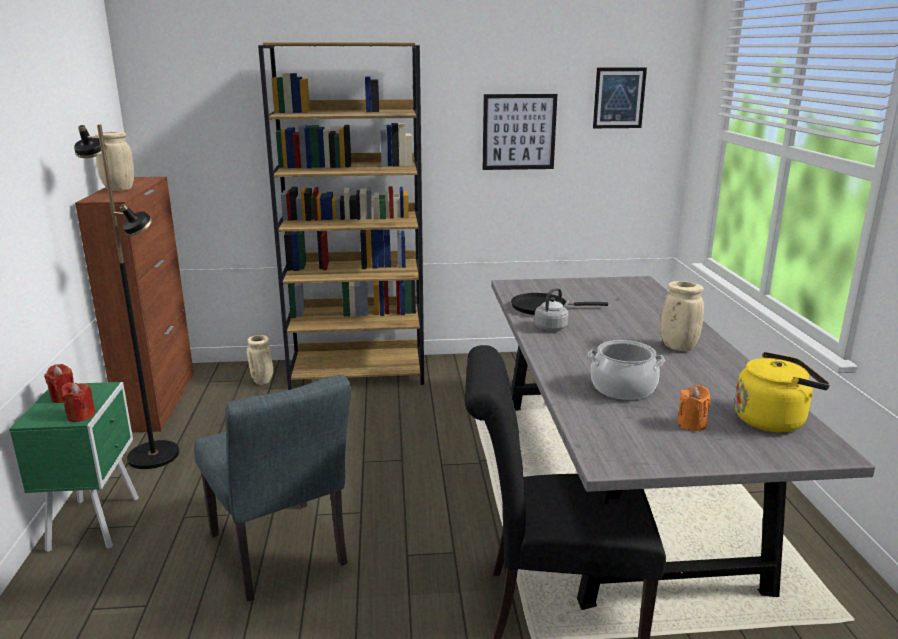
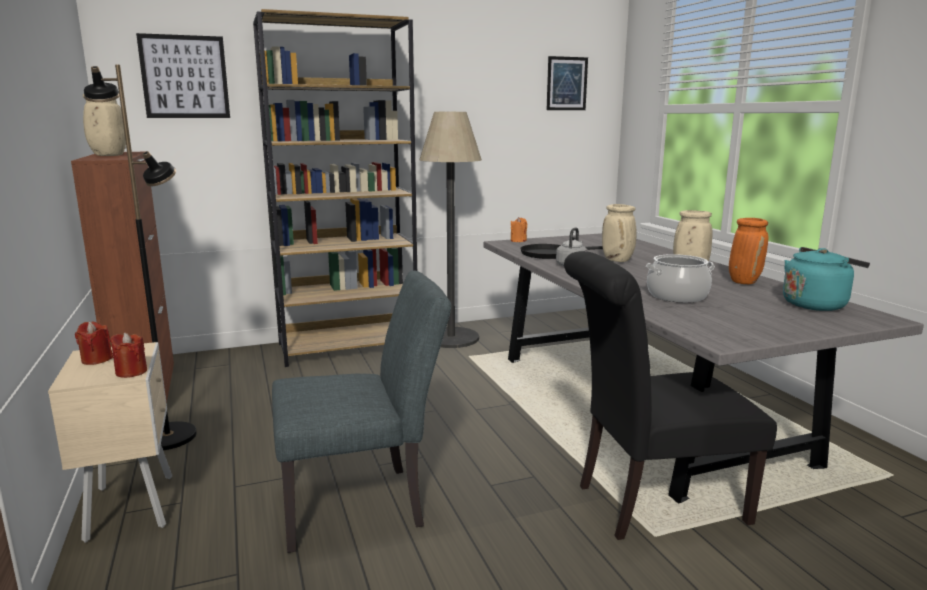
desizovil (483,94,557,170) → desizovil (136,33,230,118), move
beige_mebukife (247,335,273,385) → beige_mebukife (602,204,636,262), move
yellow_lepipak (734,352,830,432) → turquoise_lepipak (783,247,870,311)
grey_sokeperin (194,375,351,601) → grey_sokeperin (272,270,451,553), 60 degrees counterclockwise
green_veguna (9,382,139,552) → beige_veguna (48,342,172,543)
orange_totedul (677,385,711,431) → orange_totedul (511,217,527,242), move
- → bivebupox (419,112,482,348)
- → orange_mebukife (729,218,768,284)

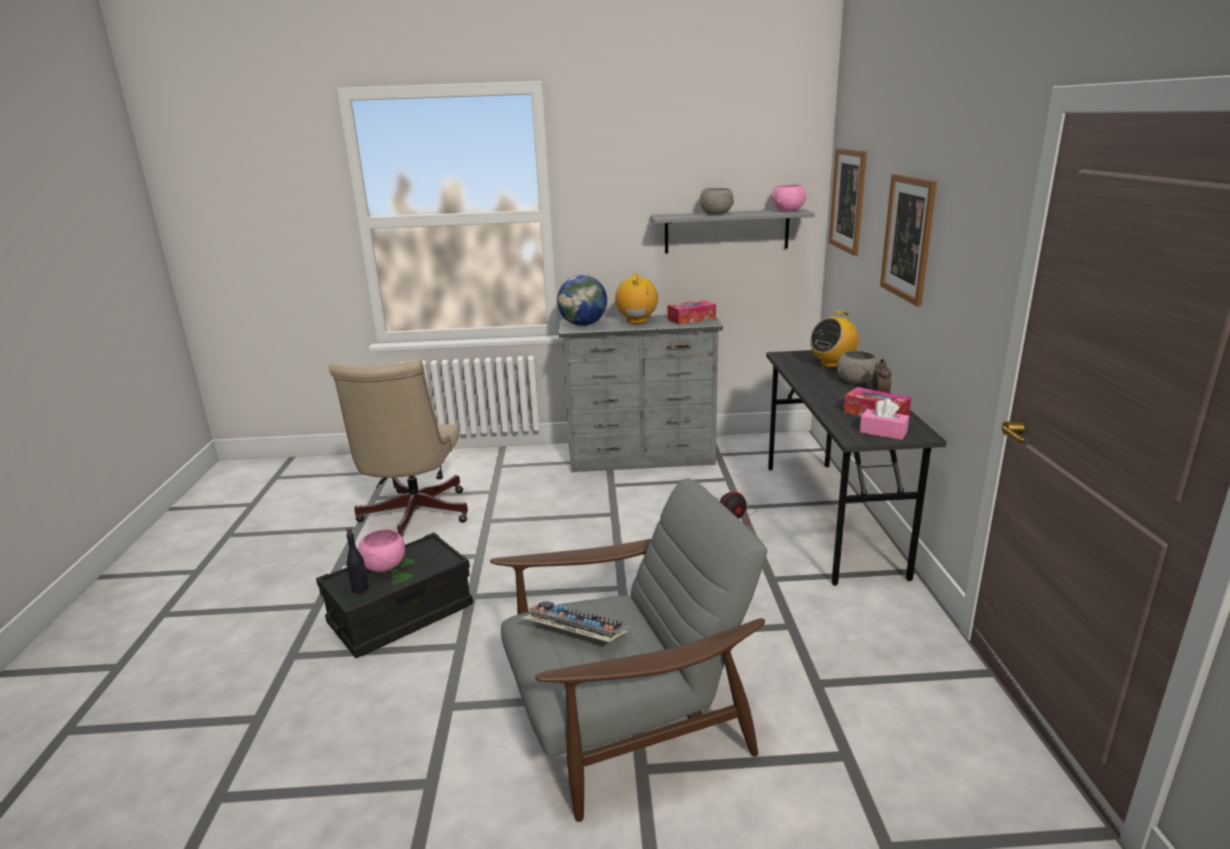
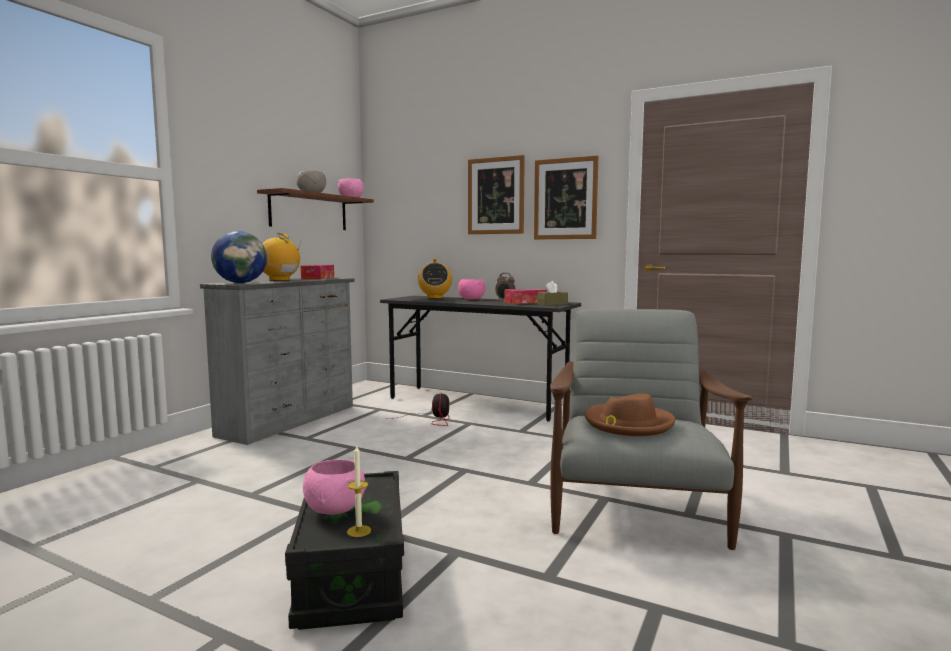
desizovil (829,148,867,256) → desizovil (534,155,598,239), move
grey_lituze (650,209,815,254) → brown_lituze (257,188,374,230)
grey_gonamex (837,351,877,384) → pink_gonamex (458,279,486,299)
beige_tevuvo (329,359,468,538) → -
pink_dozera (860,399,909,440) → brown_dozera (537,281,568,306)
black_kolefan (346,528,369,594) → totedul (347,444,371,537)
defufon (522,601,629,642) → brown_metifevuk (585,394,675,436)

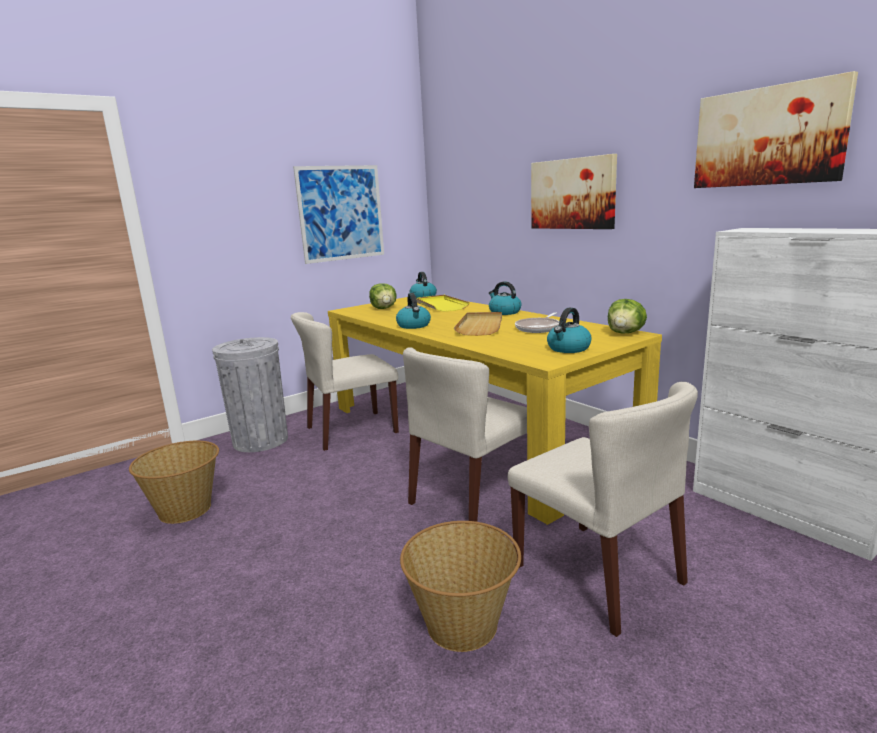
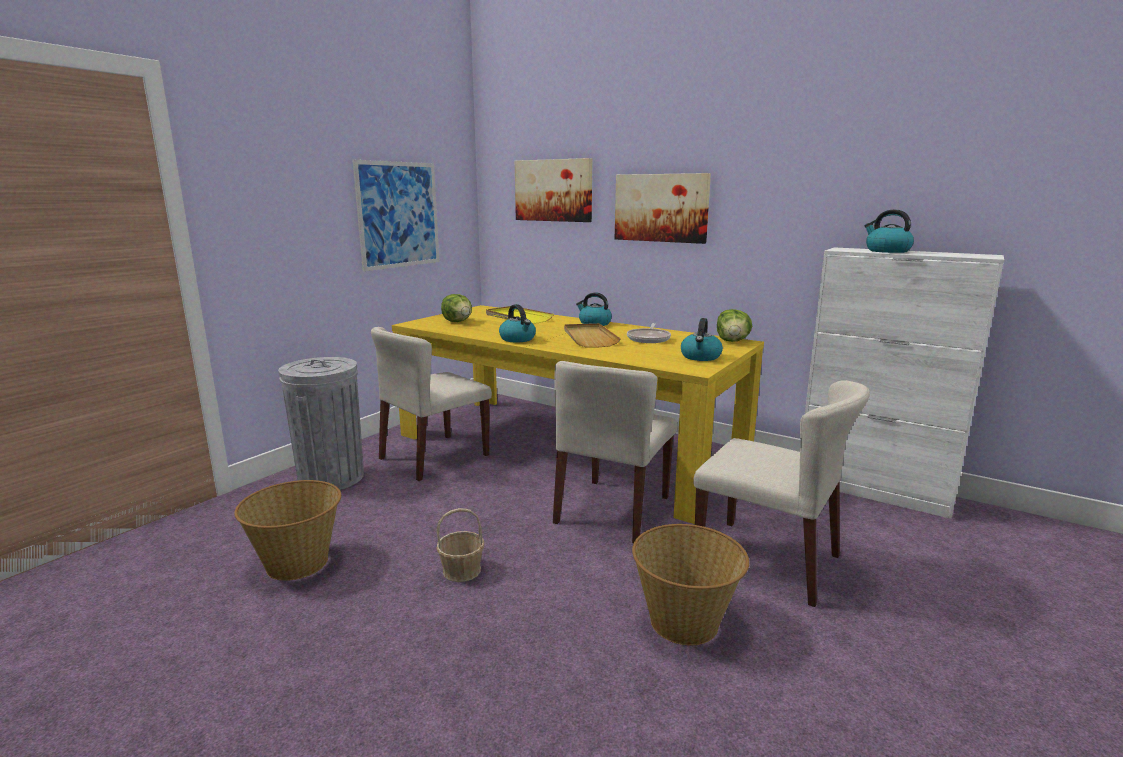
desizovil (694,71,858,188) → desizovil (515,158,592,222), move
lepipak (410,272,437,299) → lepipak (865,210,914,253), move
- → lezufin (436,508,484,582)

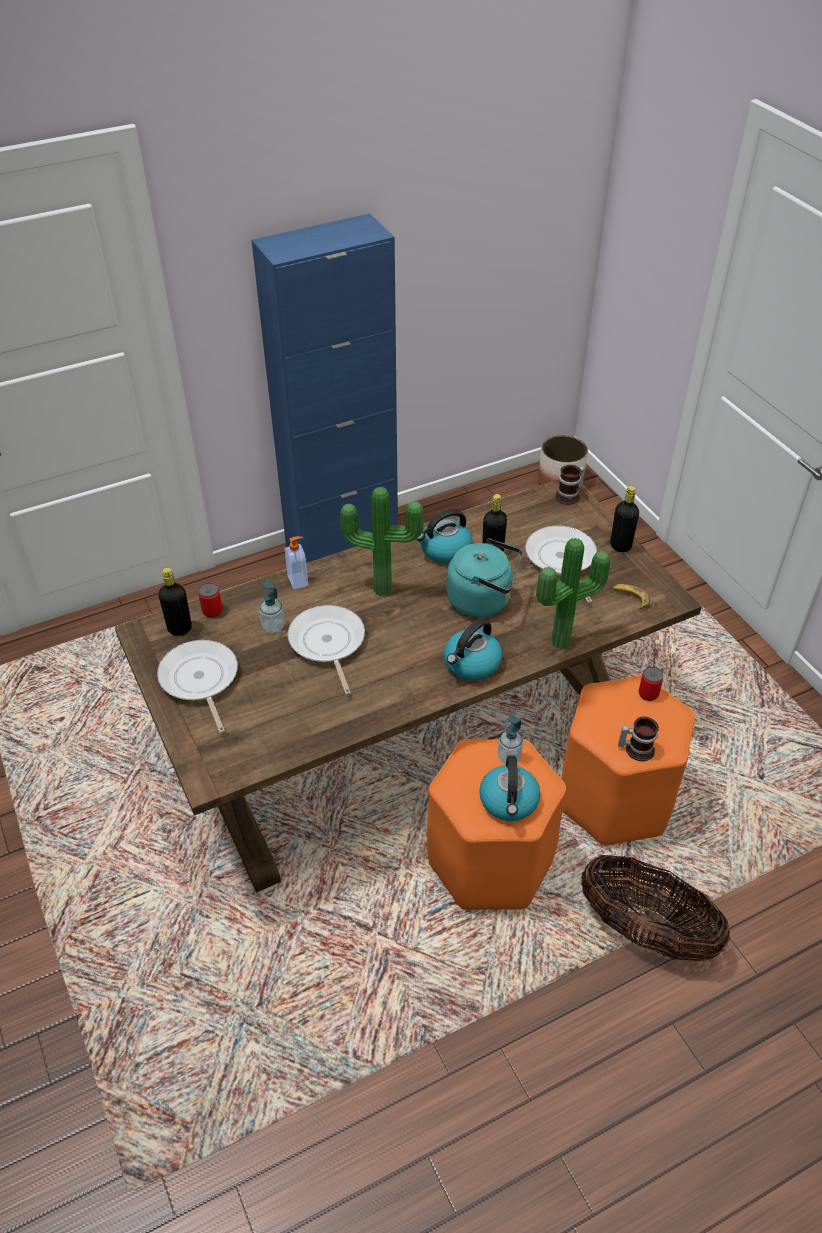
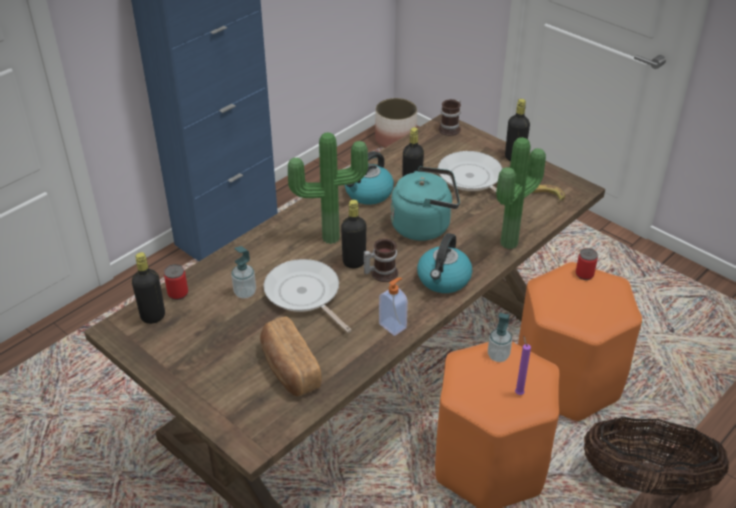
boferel (285,536,308,589) → boferel (379,278,408,336), move
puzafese (157,640,238,733) → -
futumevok (618,717,659,761) → futumevok (364,239,398,282), move
lepipak (479,755,540,821) → purple_totedul (515,336,531,395)
- → black_kolefan (341,200,366,268)
- → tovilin (260,316,322,396)

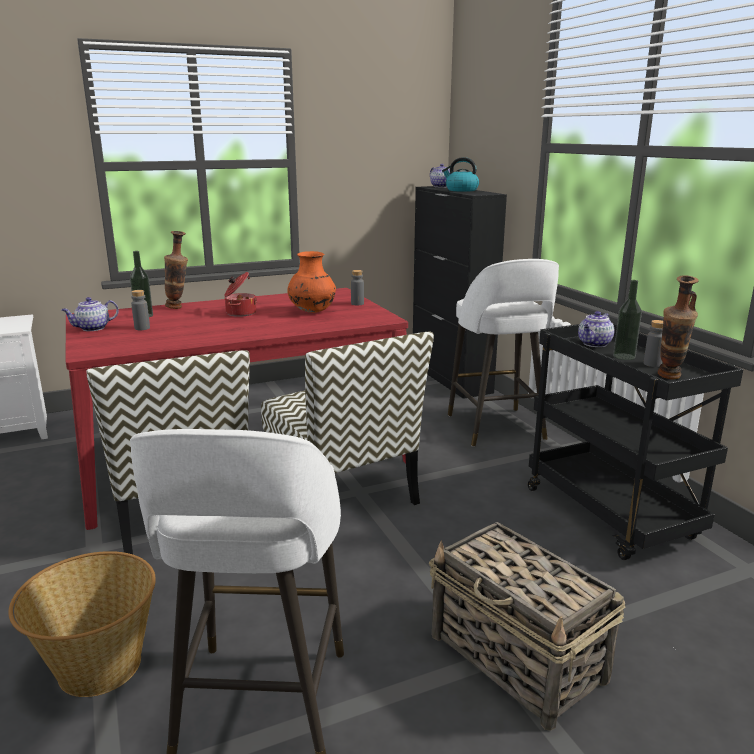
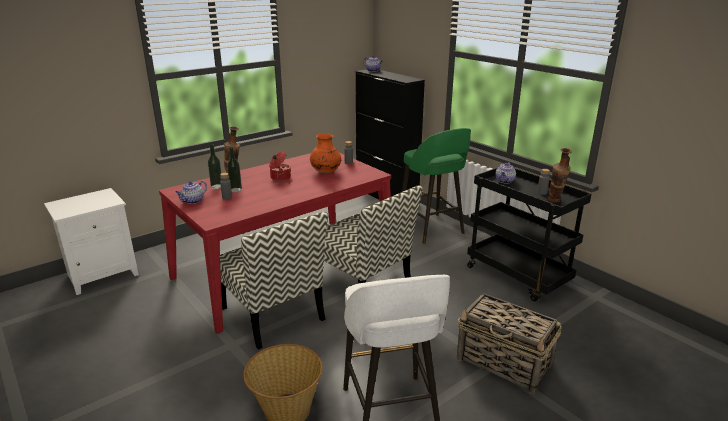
lepipak (442,157,479,192) → -
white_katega (448,259,559,447) → green_katega (402,128,471,244)
kolefan (613,280,642,360) → kolefan (227,147,242,193), move

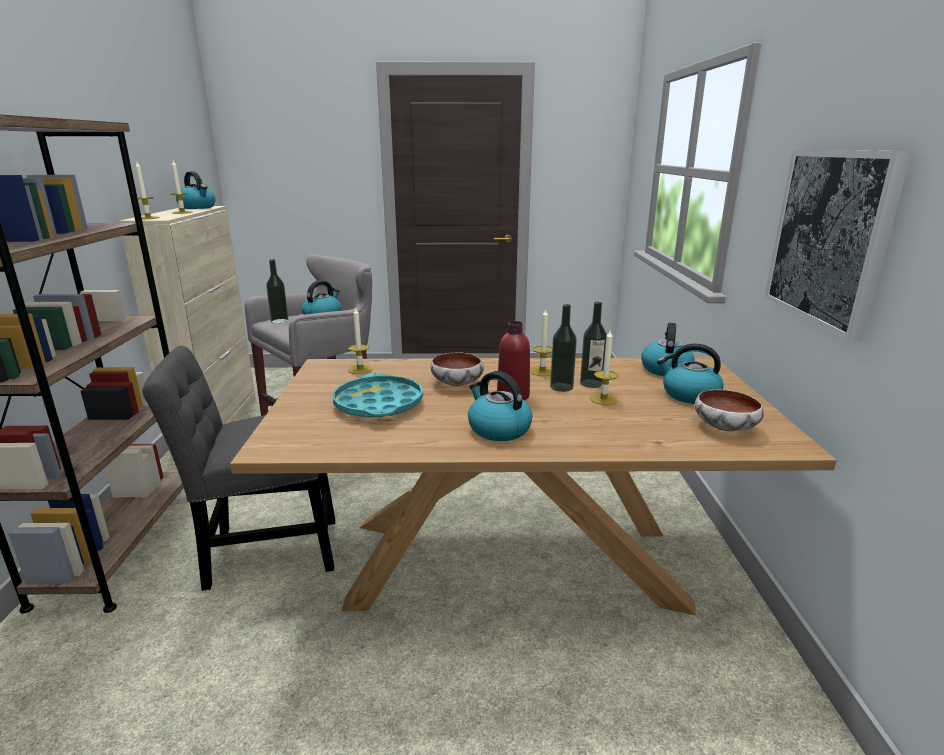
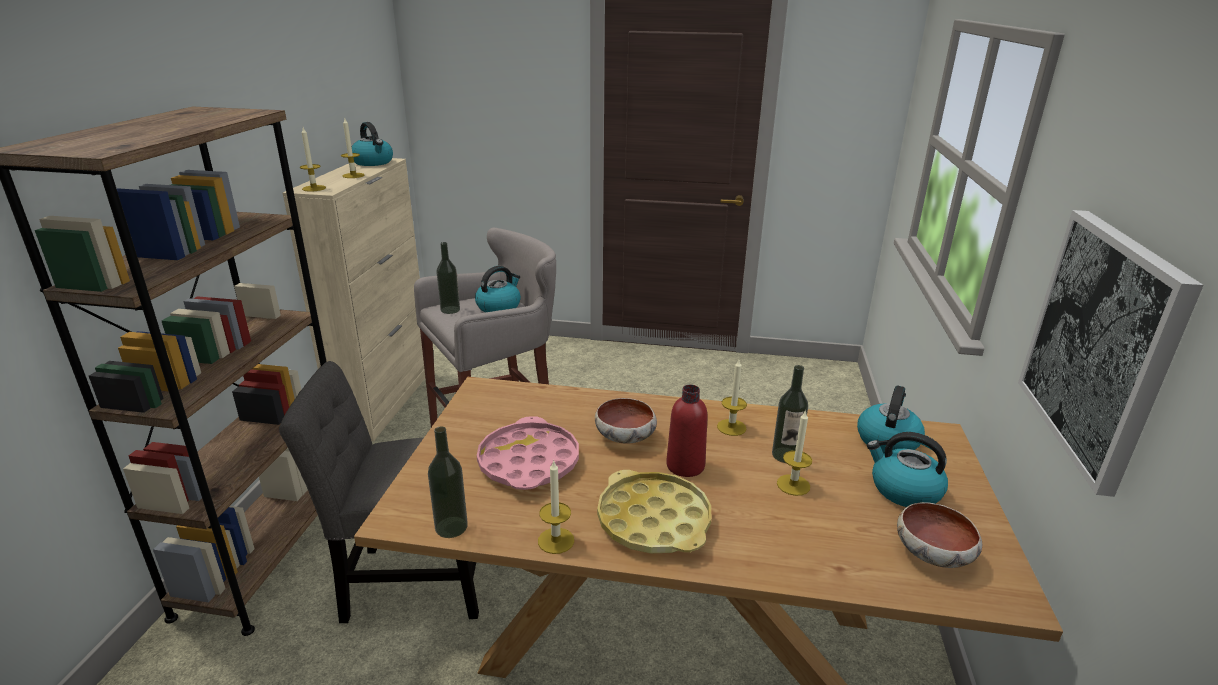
kolefan (550,304,577,392) → kolefan (428,426,468,538), move
totedul (348,307,372,374) → totedul (538,460,574,554), move
lepipak (468,371,532,441) → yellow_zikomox (597,470,711,553)
turquoise_zikomox (333,373,423,418) → pink_zikomox (477,416,579,490)

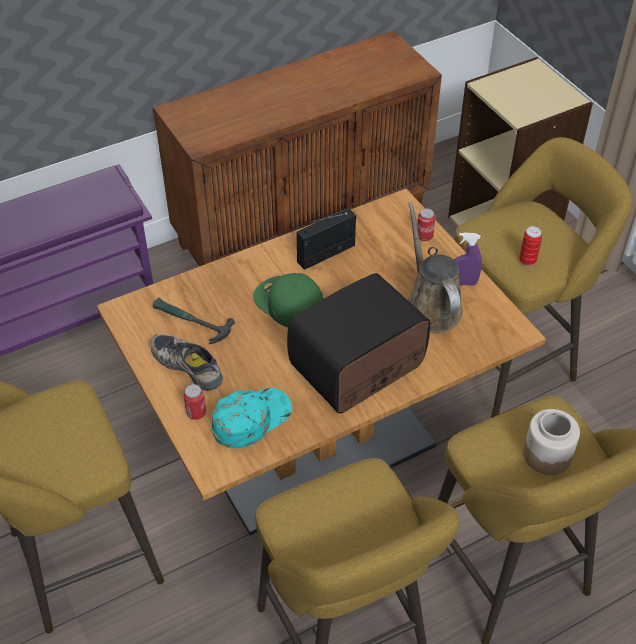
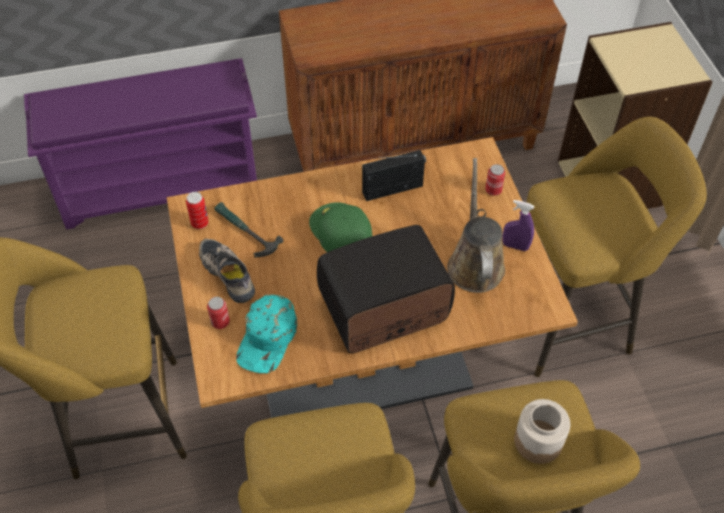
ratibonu (519,226,542,266) → ratibonu (186,192,209,229), move
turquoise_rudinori (212,388,292,448) → turquoise_rudinori (236,294,297,373), 135 degrees clockwise

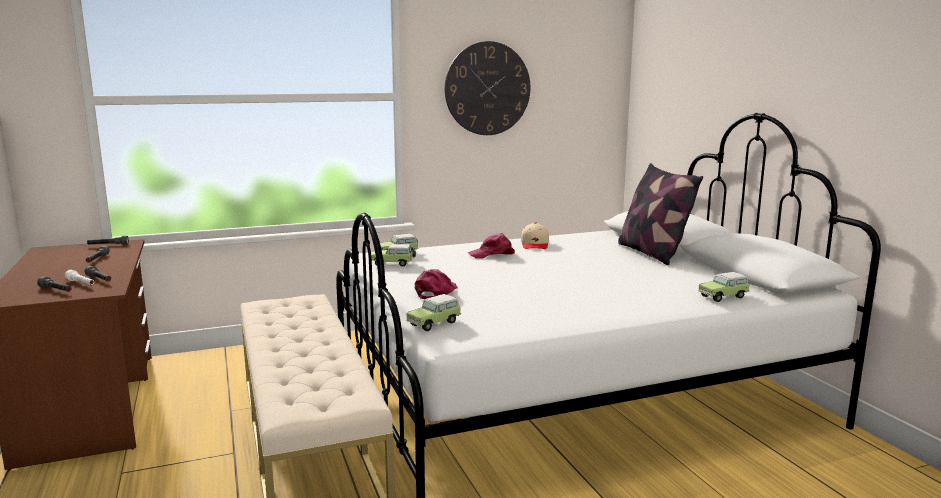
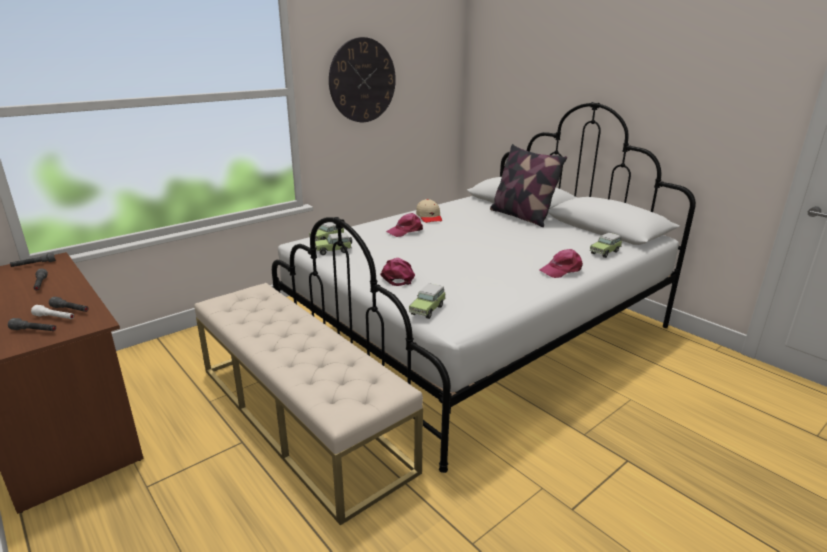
- → pink_rudinori (539,249,583,278)

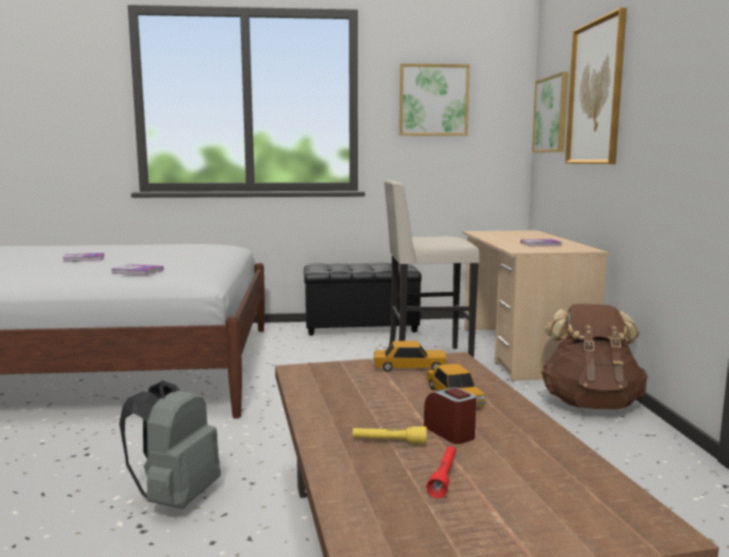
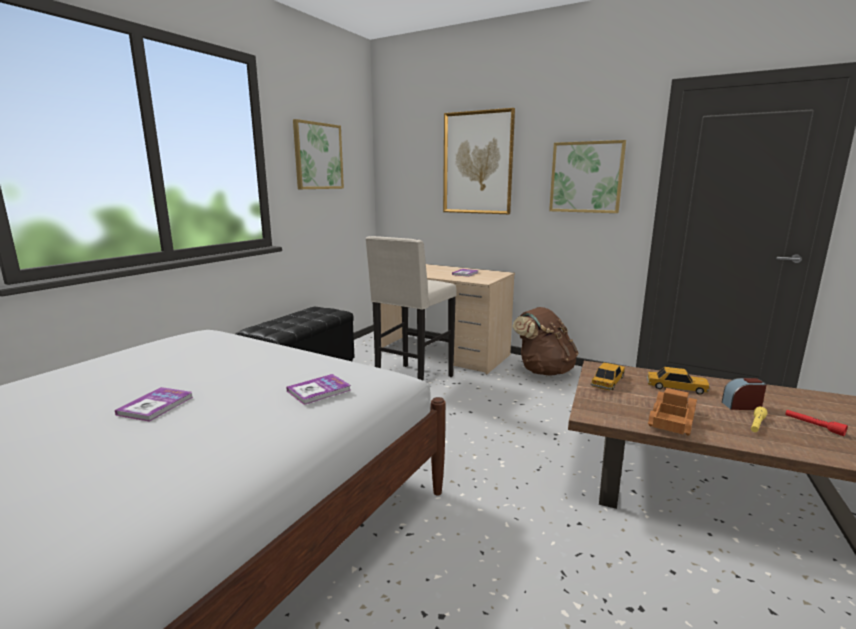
desizovil (532,72,568,153) → desizovil (549,140,626,213), move
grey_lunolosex (119,381,221,509) → -
- → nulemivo (648,388,697,436)

